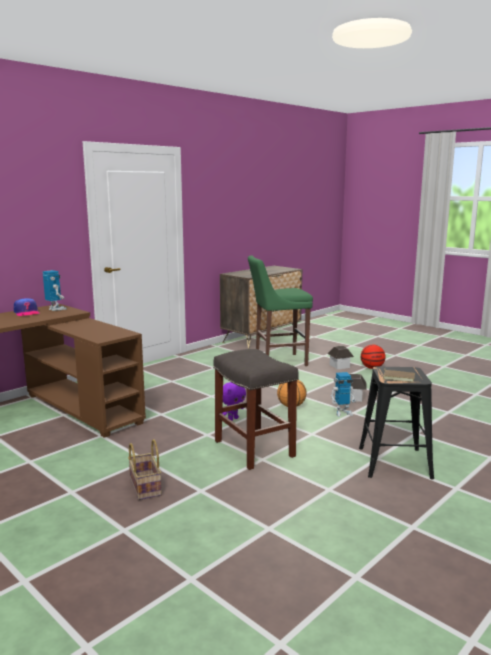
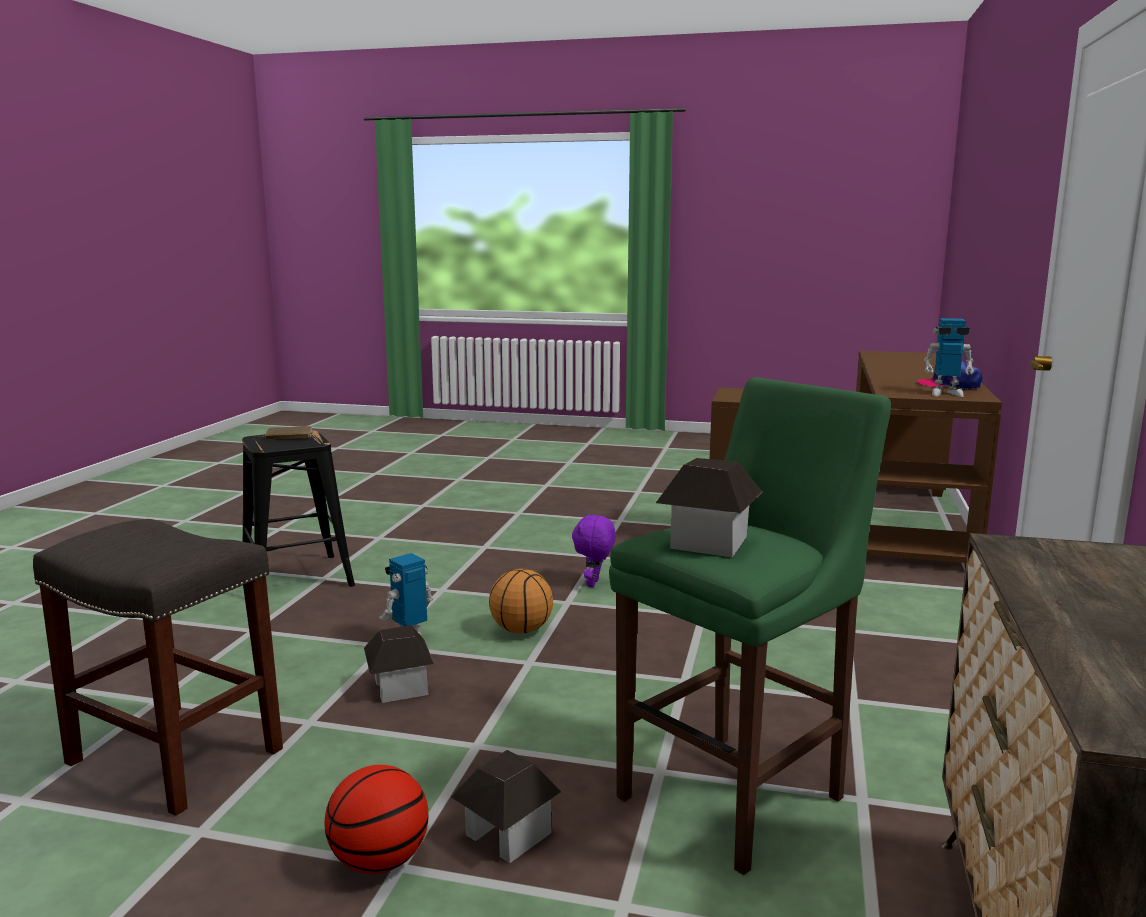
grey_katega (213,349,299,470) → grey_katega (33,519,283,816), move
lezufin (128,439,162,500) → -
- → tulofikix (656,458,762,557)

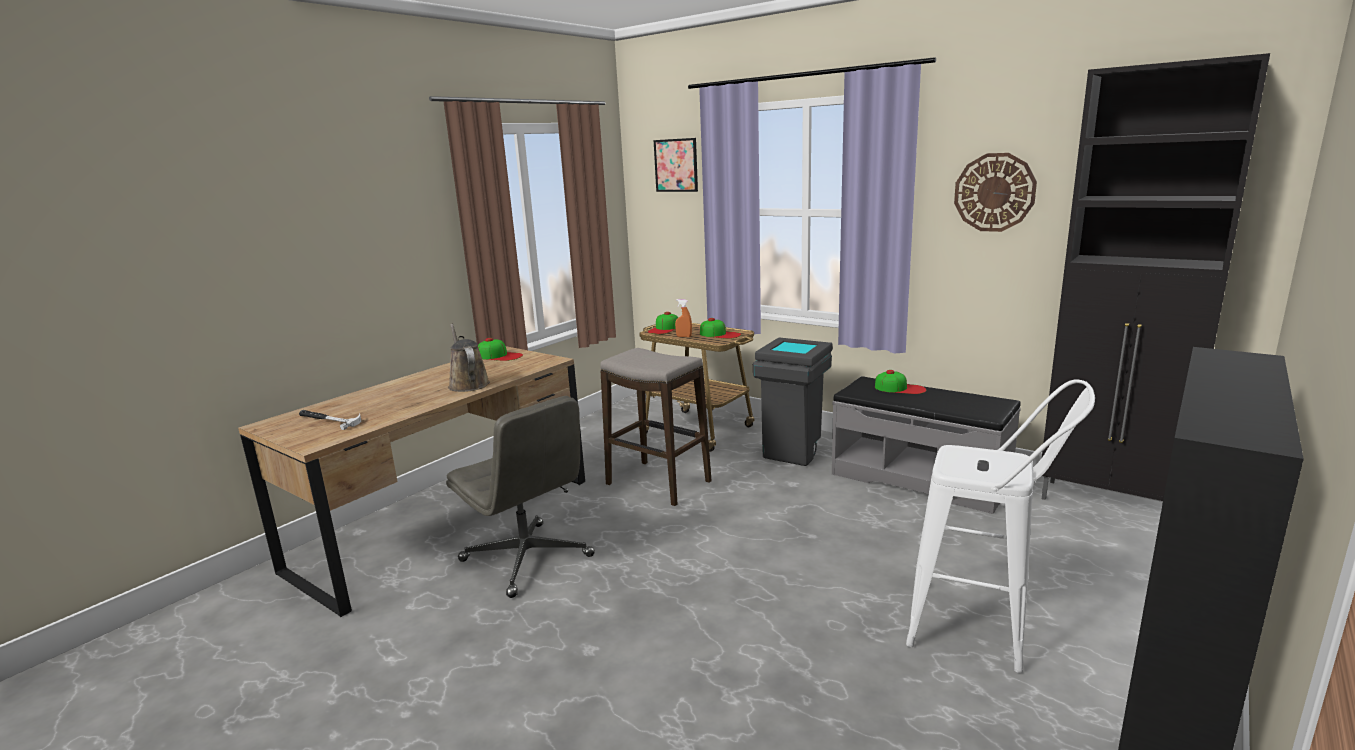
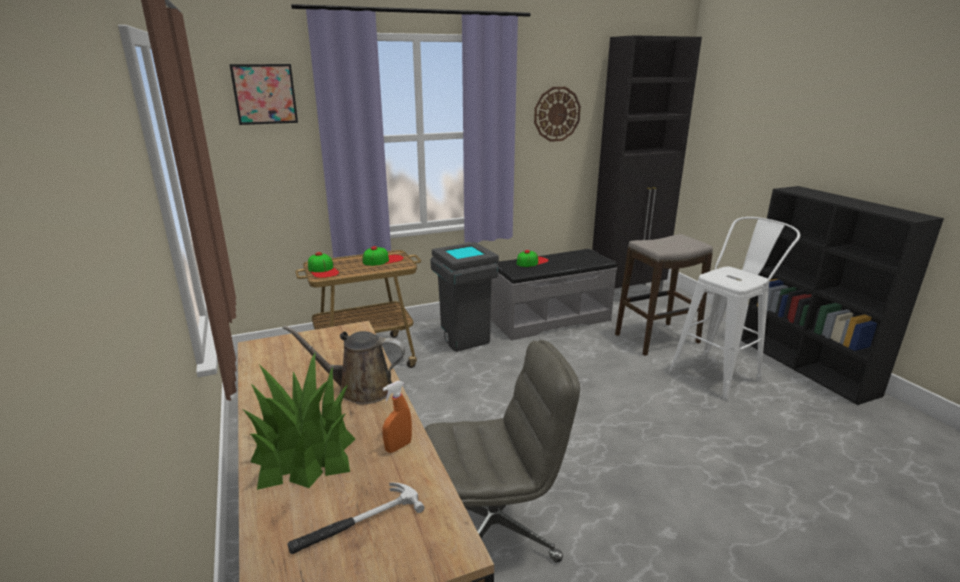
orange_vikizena (675,299,692,337) → orange_vikizena (382,381,412,453), move
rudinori (478,338,523,361) → -
katega (600,348,712,506) → katega (615,234,713,356), move
- → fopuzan (243,353,355,490)

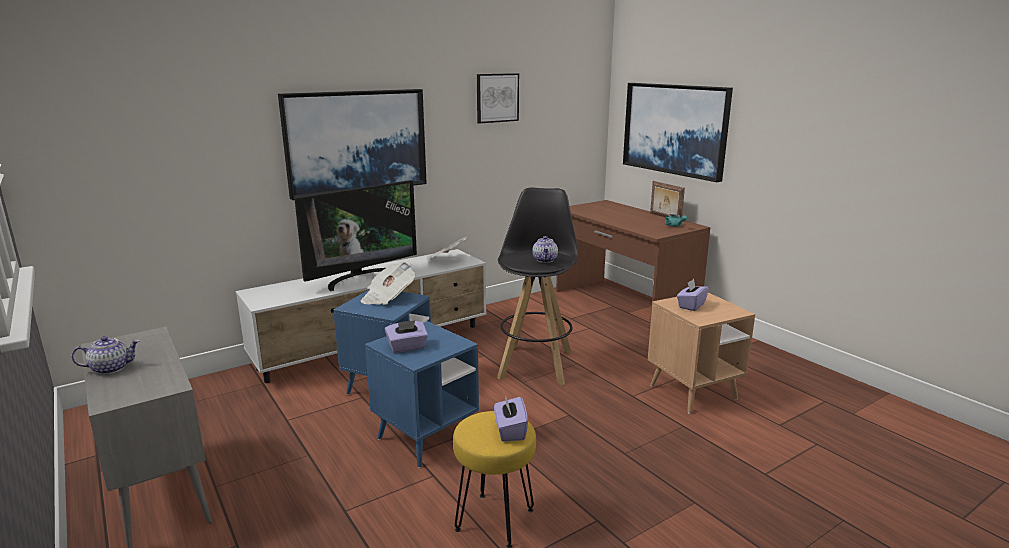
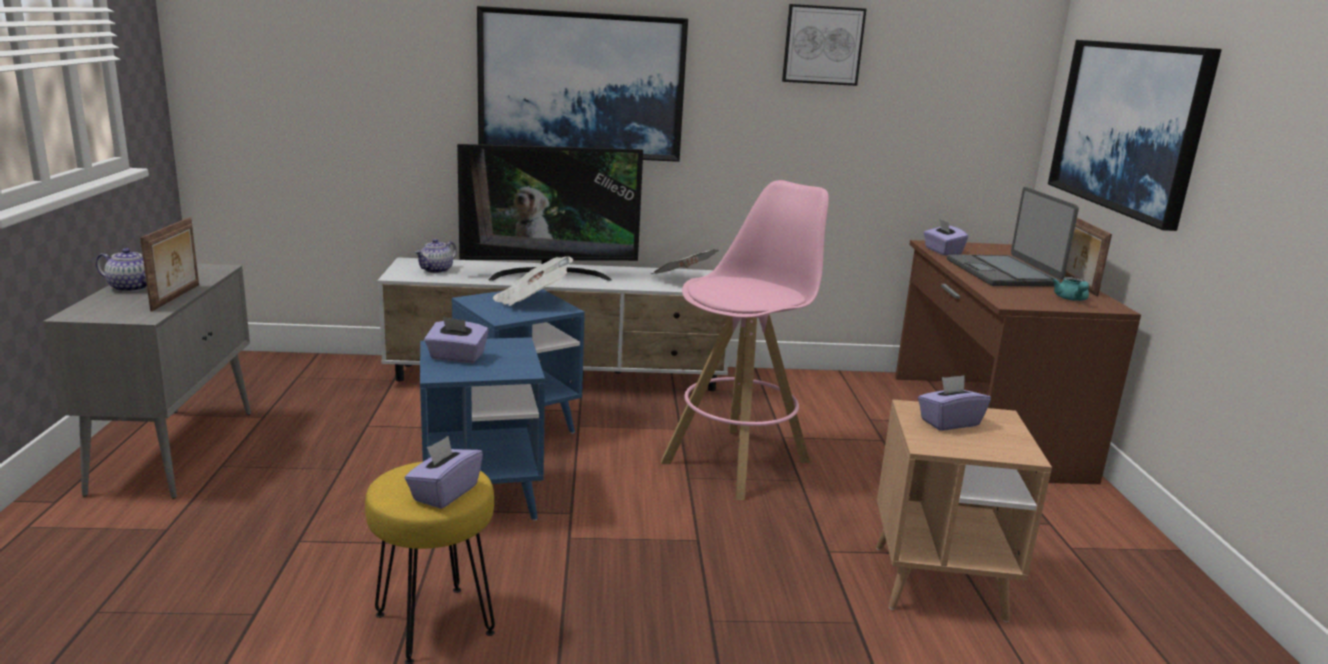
black_katega (497,187,578,386) → pink_katega (661,180,829,500)
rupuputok (532,236,558,263) → rupuputok (415,239,457,273), move
- → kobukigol (947,187,1079,287)
- → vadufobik (140,217,199,311)
- → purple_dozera (924,218,968,256)

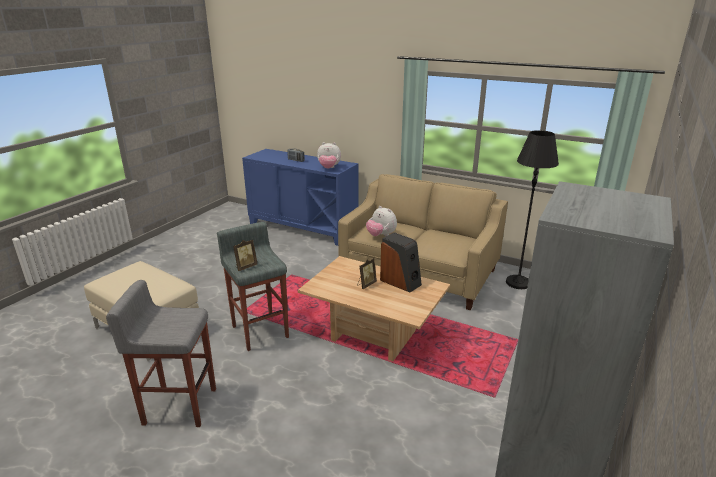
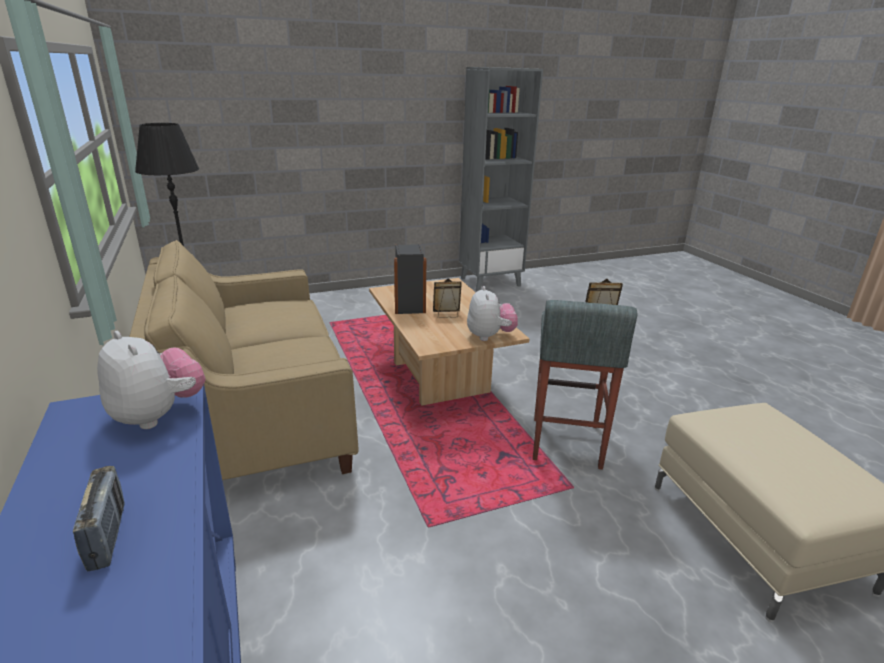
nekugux (366,206,397,236) → nekugux (467,286,518,341), move
grey_katega (106,280,216,427) → -

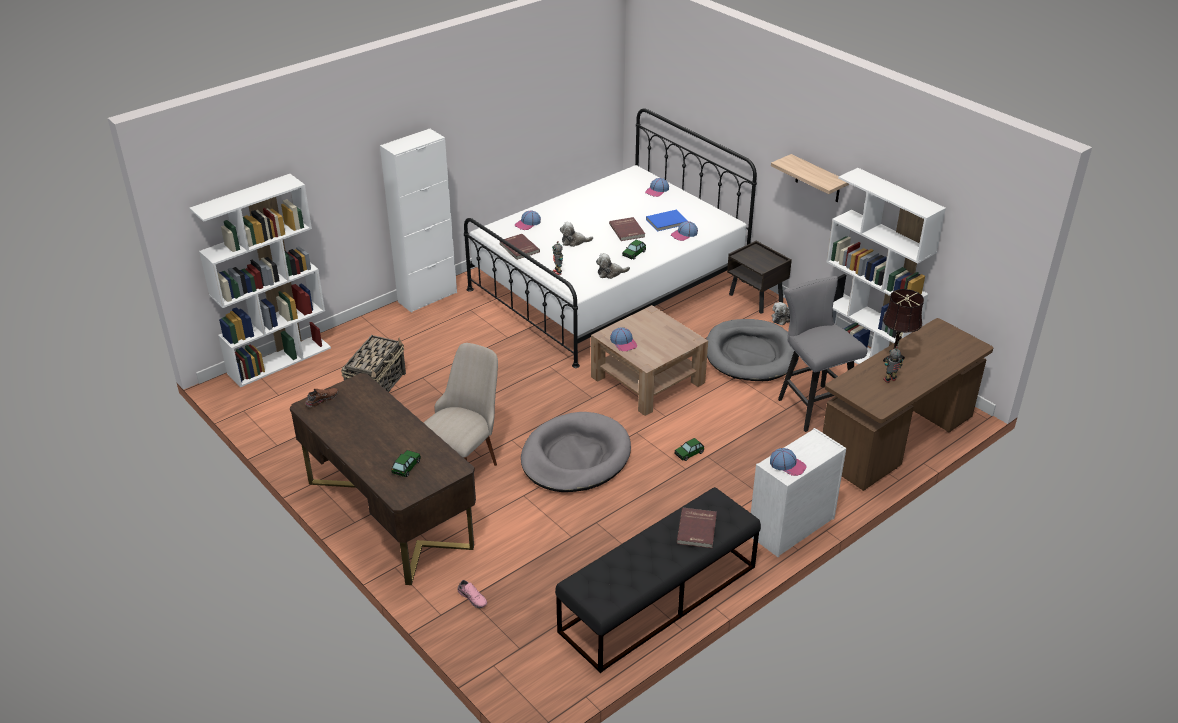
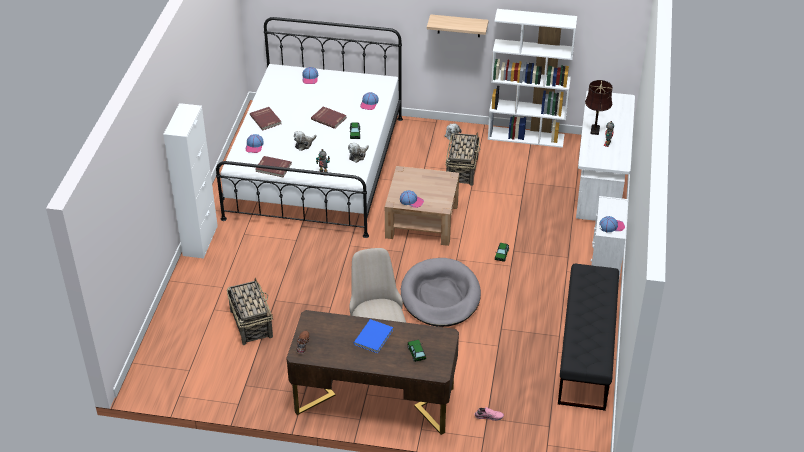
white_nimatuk (189,174,331,387) → -
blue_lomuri (646,210,688,232) → blue_lomuri (354,319,393,353), move
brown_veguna (727,241,792,314) → -
grey_katega (778,276,867,432) → -
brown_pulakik (822,318,993,491) → white_pulakik (576,90,635,221)
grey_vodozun (706,319,799,381) → lezufin (446,132,480,186)
red_lomuri (677,508,717,548) → red_lomuri (250,107,281,130), move

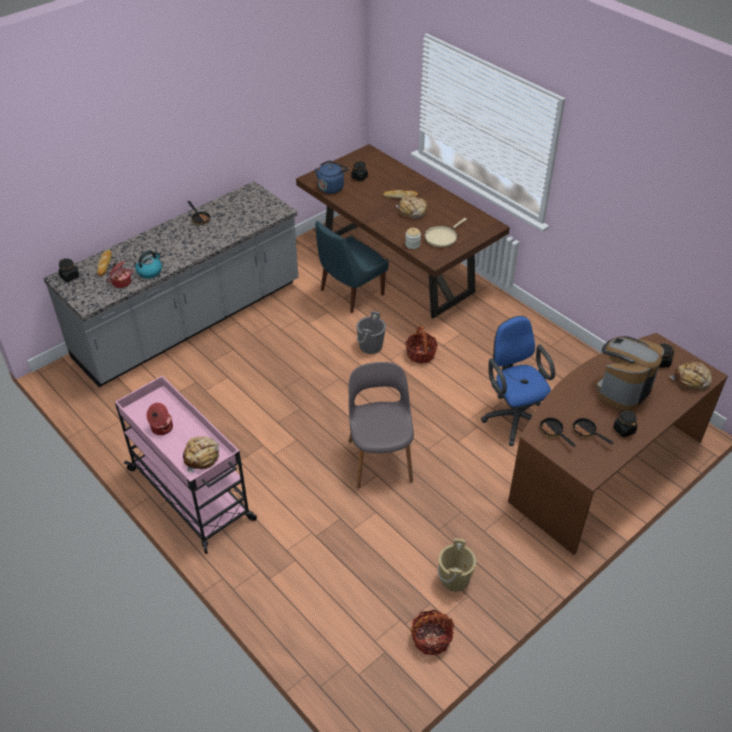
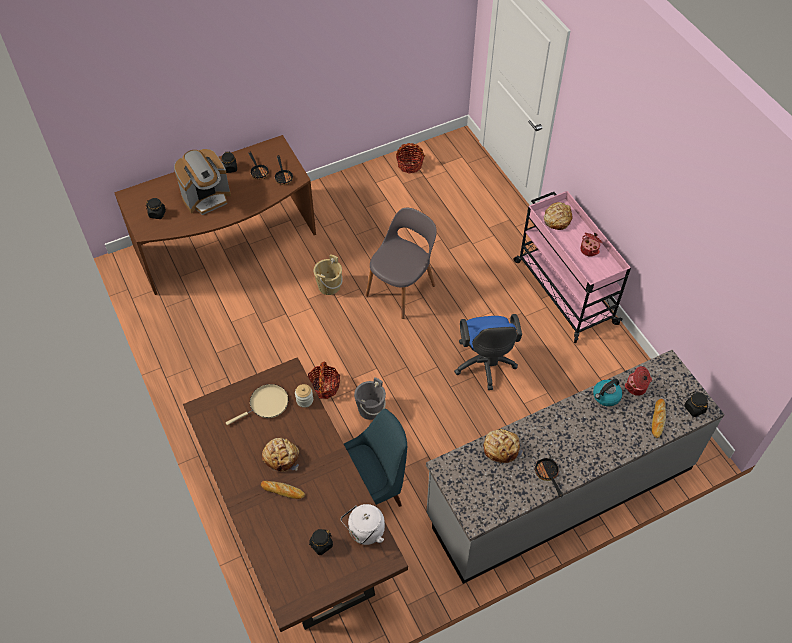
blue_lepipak (315,160,349,194) → white_lepipak (341,504,385,545)
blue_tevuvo (481,316,555,446) → blue_tevuvo (454,314,522,390), move
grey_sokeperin (348,362,414,488) → grey_sokeperin (365,208,437,319), 150 degrees counterclockwise
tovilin (669,362,712,391) → tovilin (484,429,524,464), move
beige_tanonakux (438,539,476,592) → beige_tanonakux (313,254,343,295), move

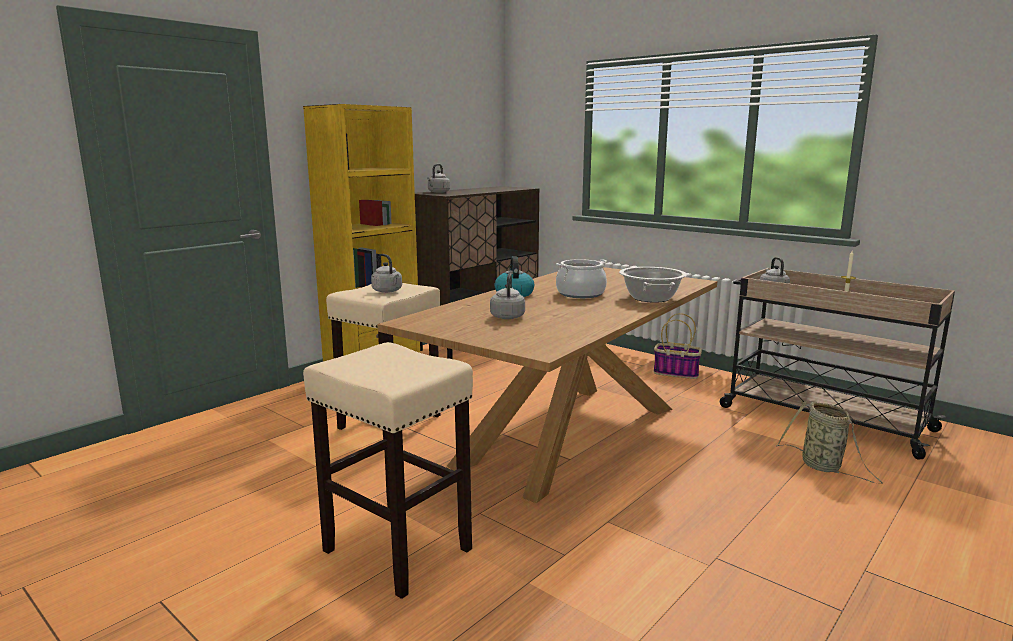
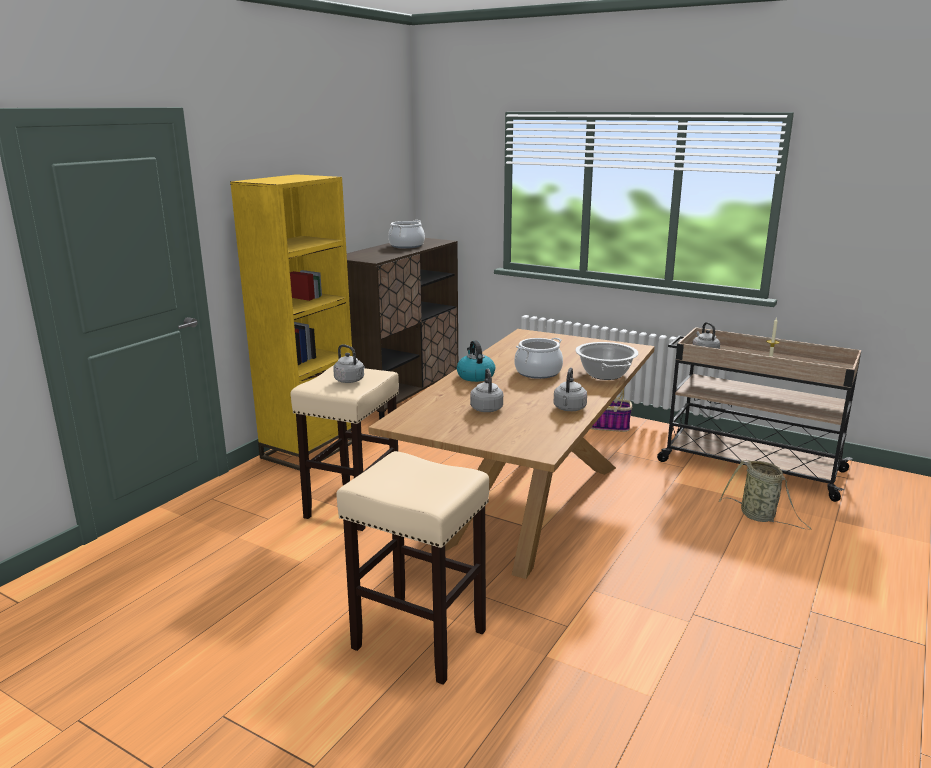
grey_lepipak (427,164,450,193) → grey_lepipak (554,368,587,411), move
- → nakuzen (388,220,425,249)

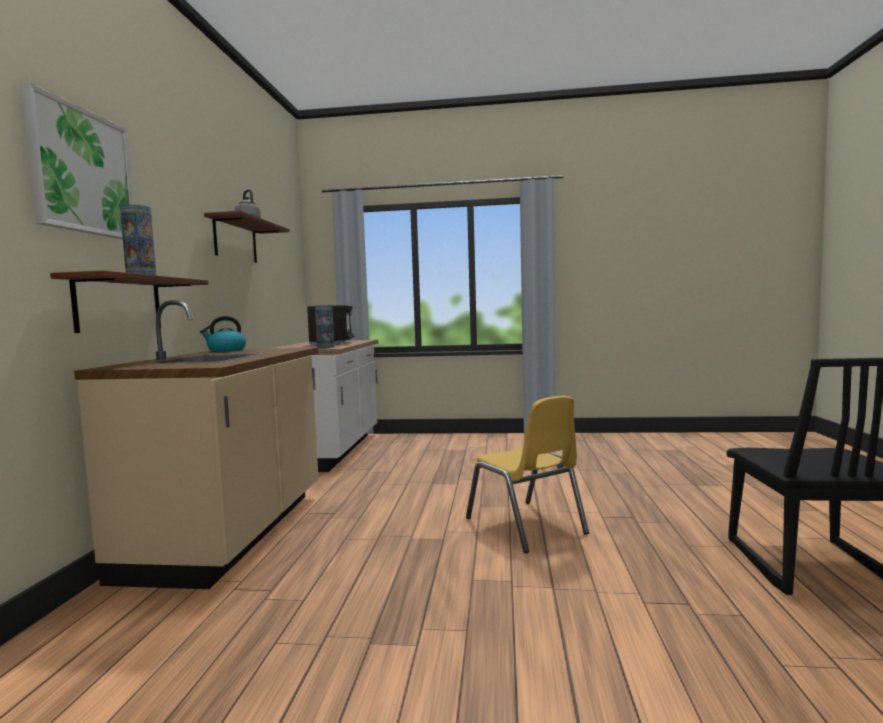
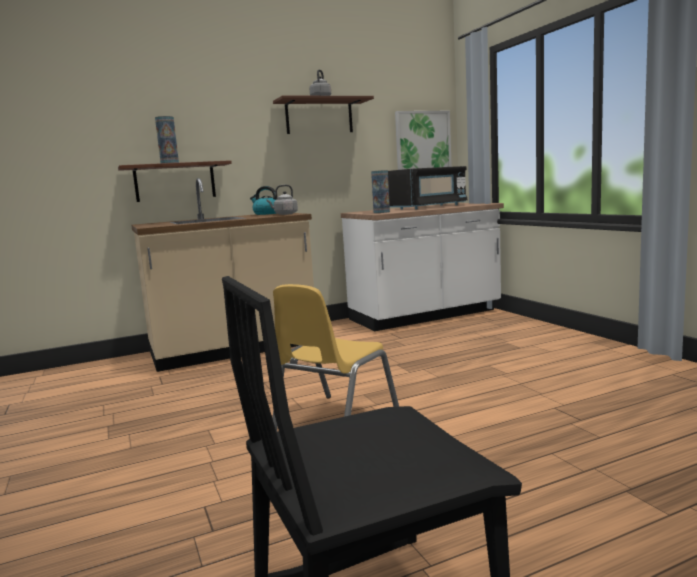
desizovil (21,83,134,239) → desizovil (395,111,452,170), move
- → grey_lepipak (266,185,298,215)

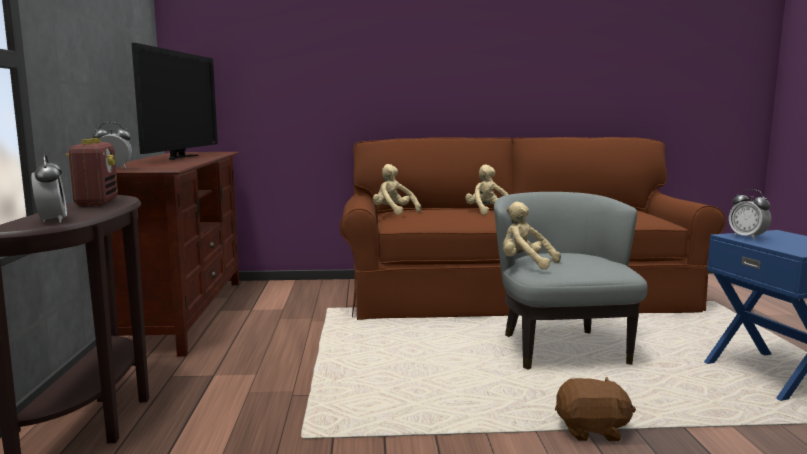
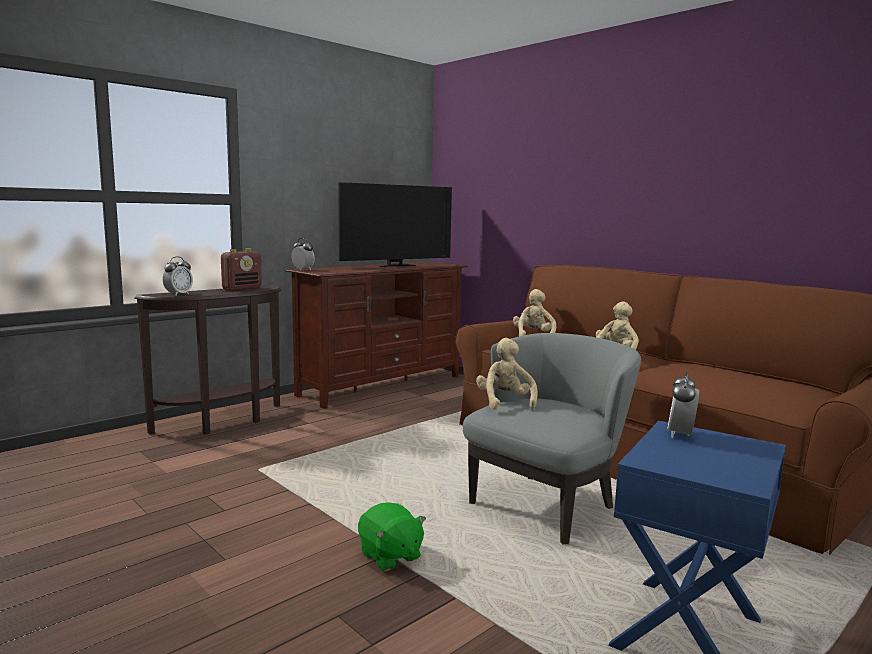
brown_nekugux (555,377,636,441) → green_nekugux (358,502,426,571)

